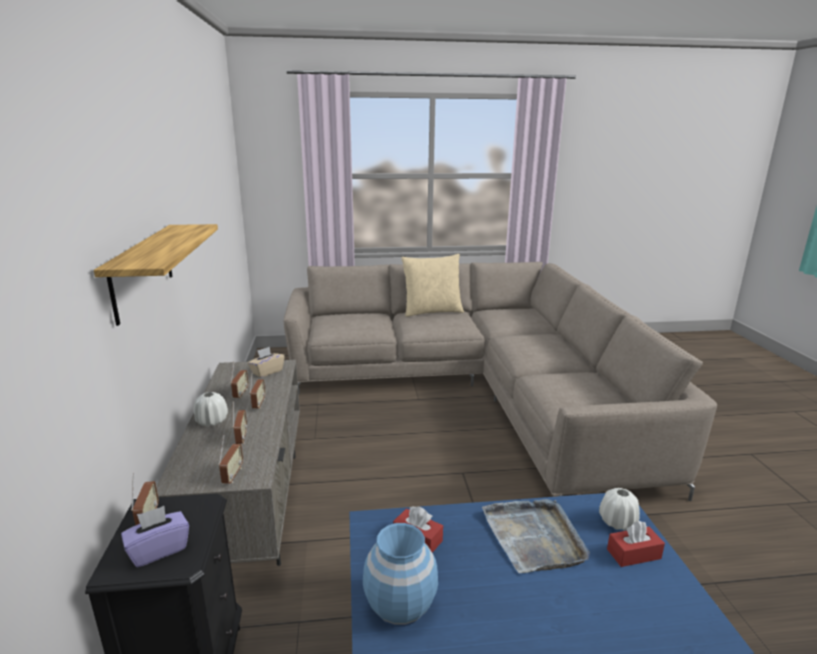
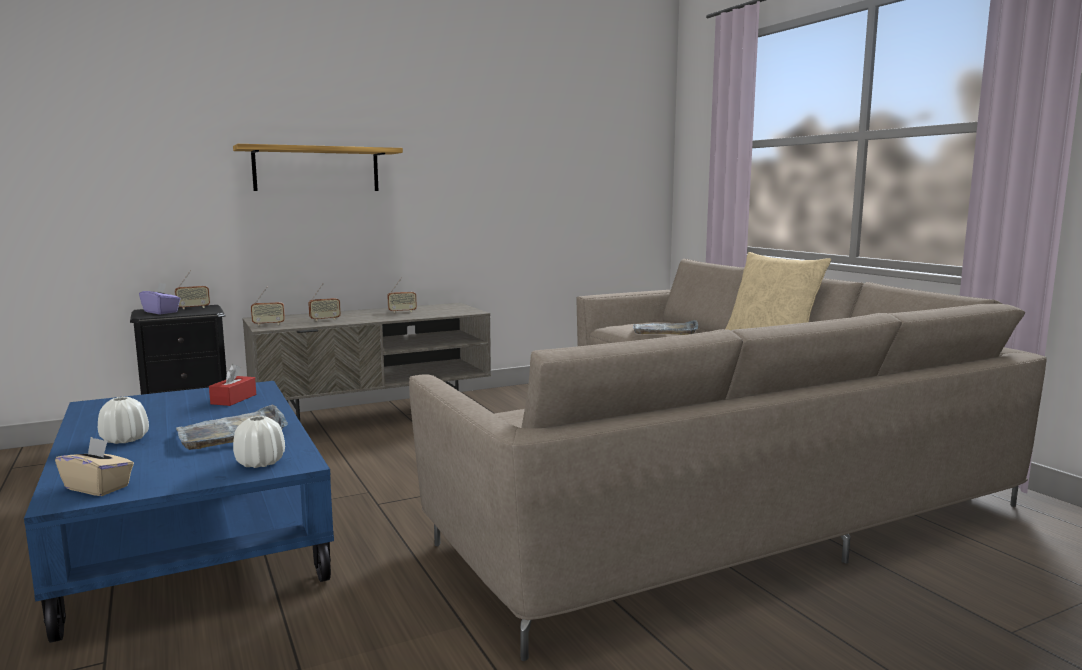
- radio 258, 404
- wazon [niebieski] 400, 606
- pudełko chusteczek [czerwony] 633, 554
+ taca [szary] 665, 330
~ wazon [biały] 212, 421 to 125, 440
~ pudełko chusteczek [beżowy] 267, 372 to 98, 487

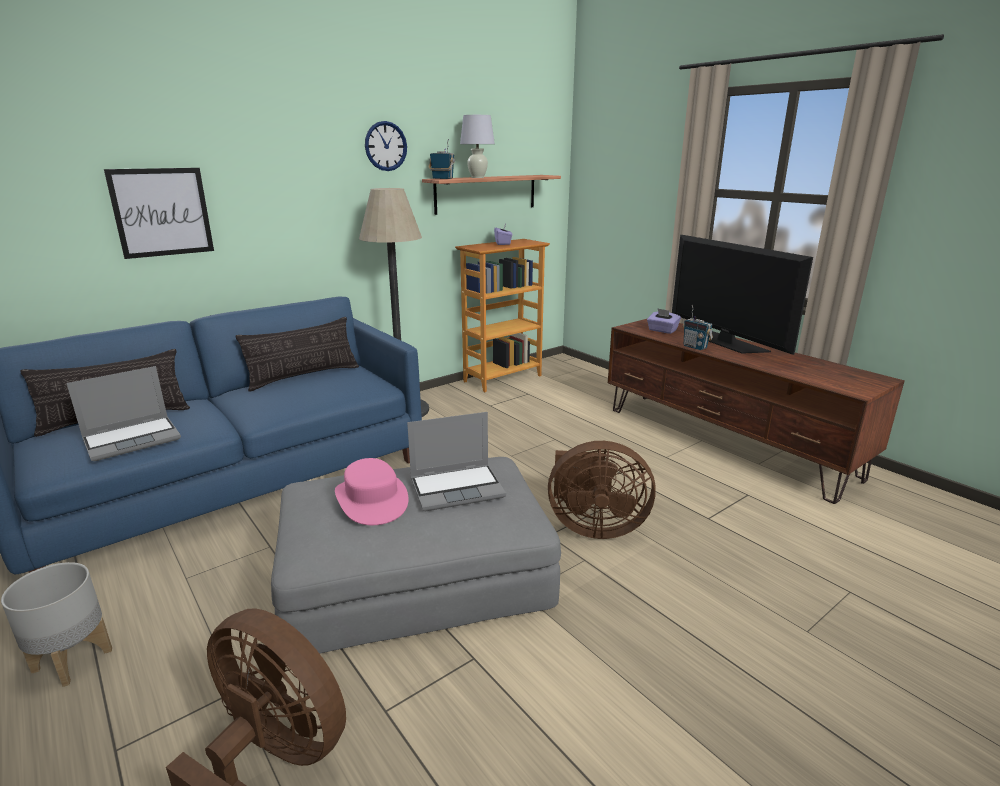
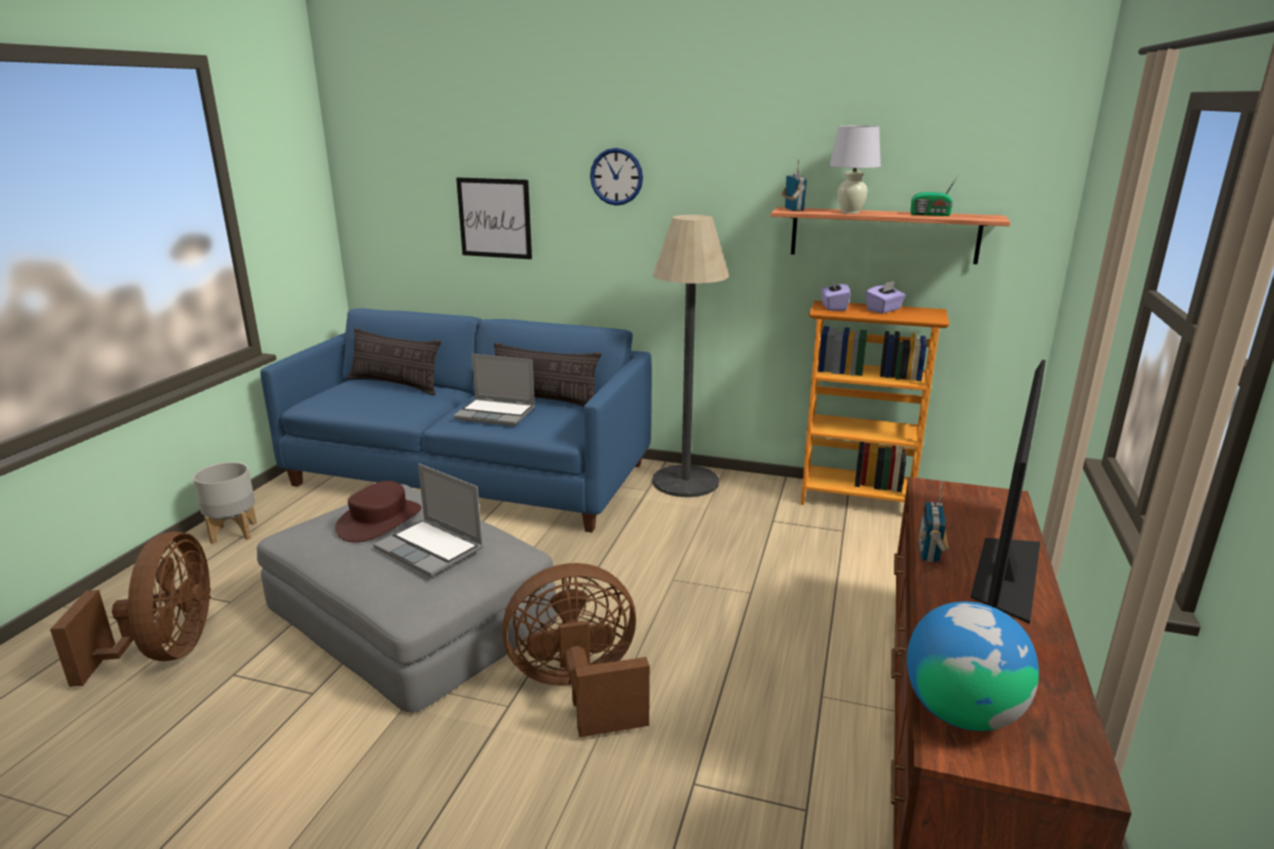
+ globus 961, 712
+ radio 931, 214
~ laptop 133, 439 to 496, 414
~ zegar ścienny 385, 146 to 616, 176
~ pudełko chusteczek [fioletowy] 662, 330 to 833, 307
~ kapelusz [różowy] 372, 499 to kapelusz [brązowy] 380, 520
~ wentylator [brązowy] 593, 526 = 579, 690 105 degrees clockwise

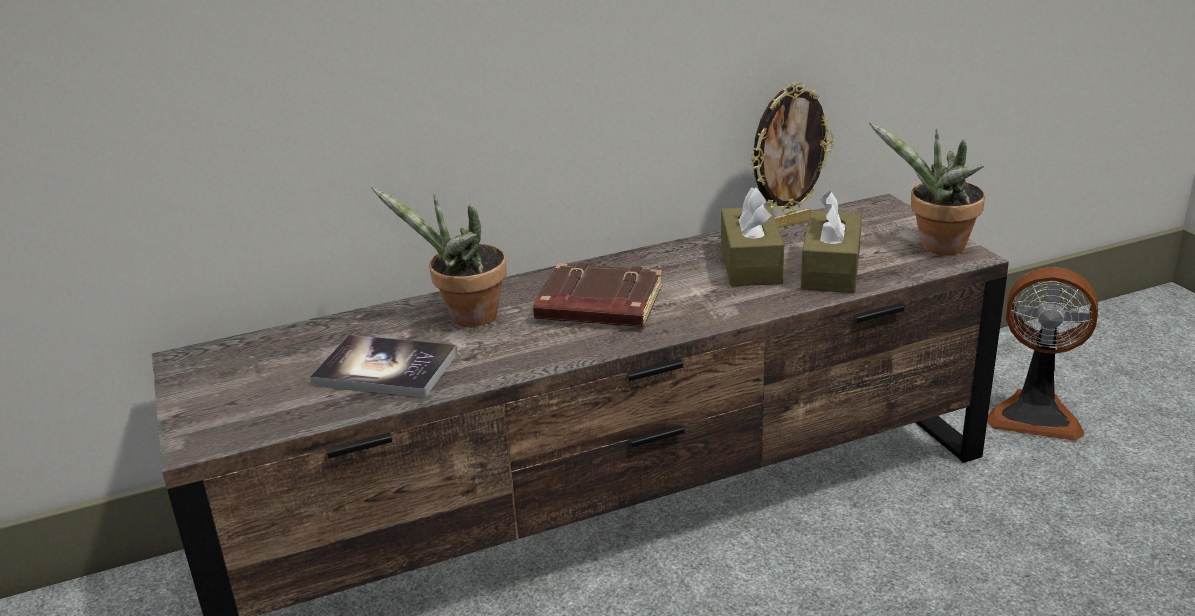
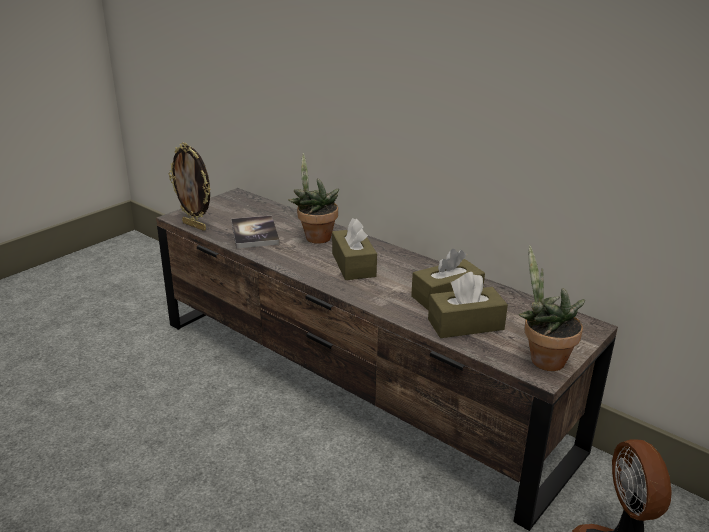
~ ramka na zdjęcie 788, 223 to 195, 226
~ książka [brązowy] 597, 306 to pudełko chusteczek [brązowy] 353, 265

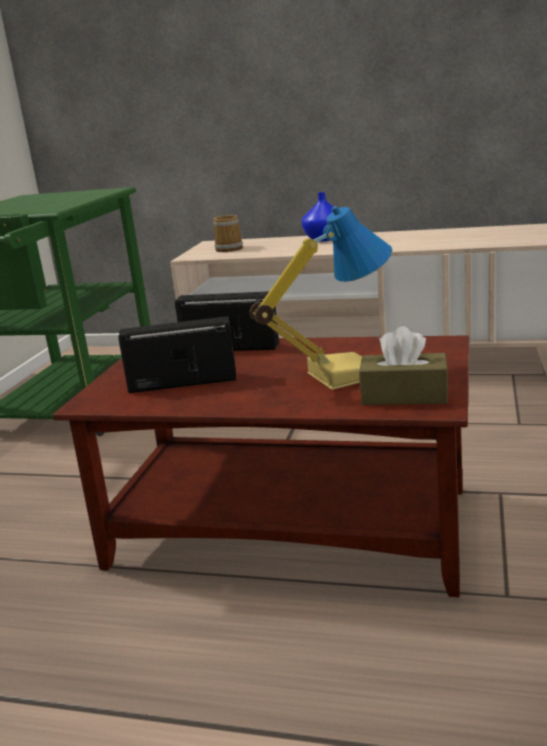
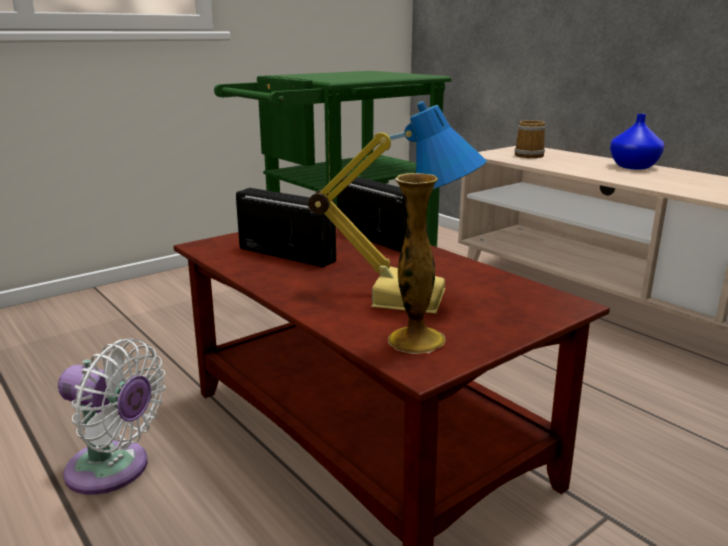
+ wentylator [biały] 114, 470
~ pudełko chusteczek [brązowy] 404, 395 to wazon 416, 340

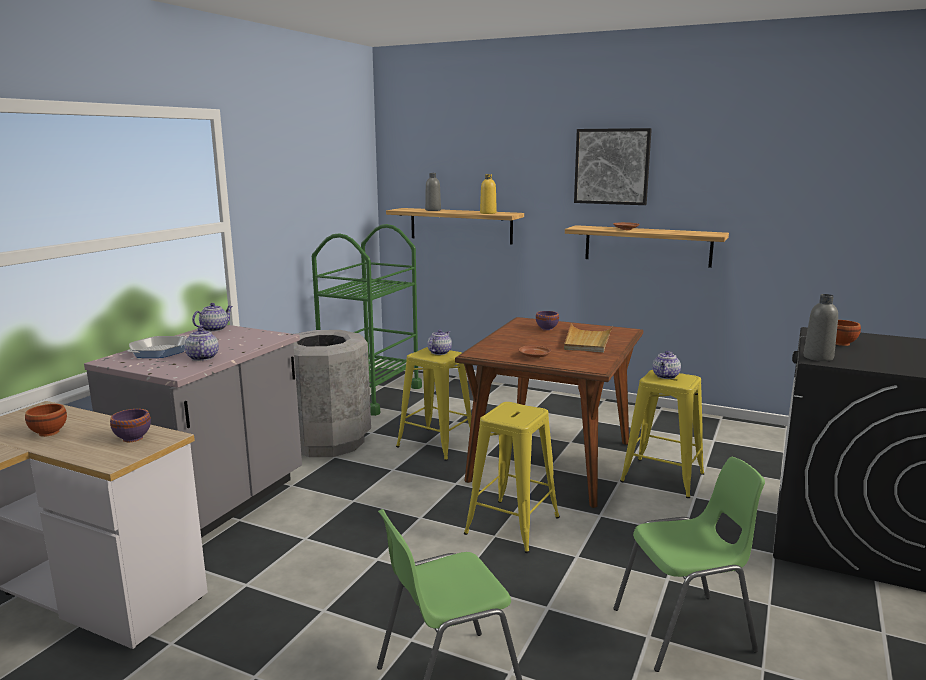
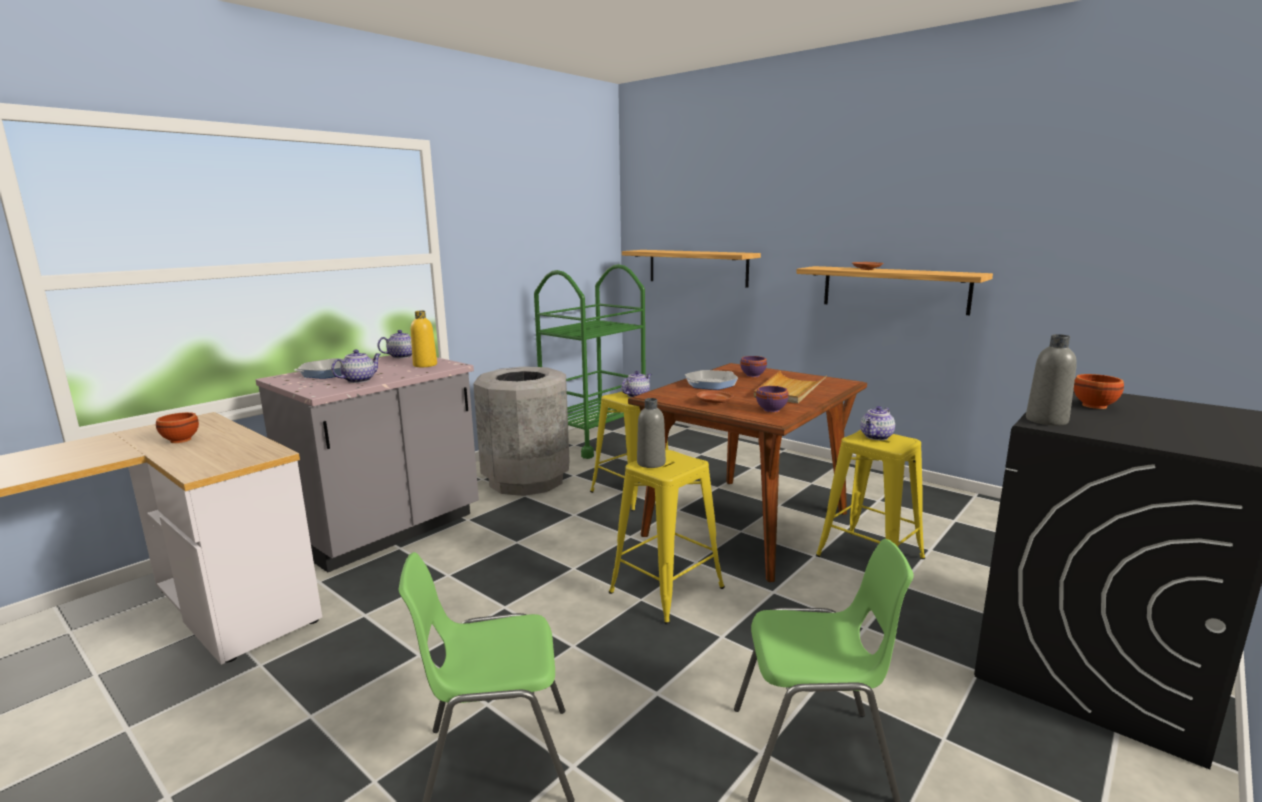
- obraz 612, 166
+ patelnia 710, 384
~ miska [fioletowy] 132, 438 to 771, 410
~ butelka [szary] 433, 210 to 651, 463
~ butelka [żółty] 488, 213 to 425, 365
~ imbryk 202, 357 = 359, 380 45 degrees clockwise

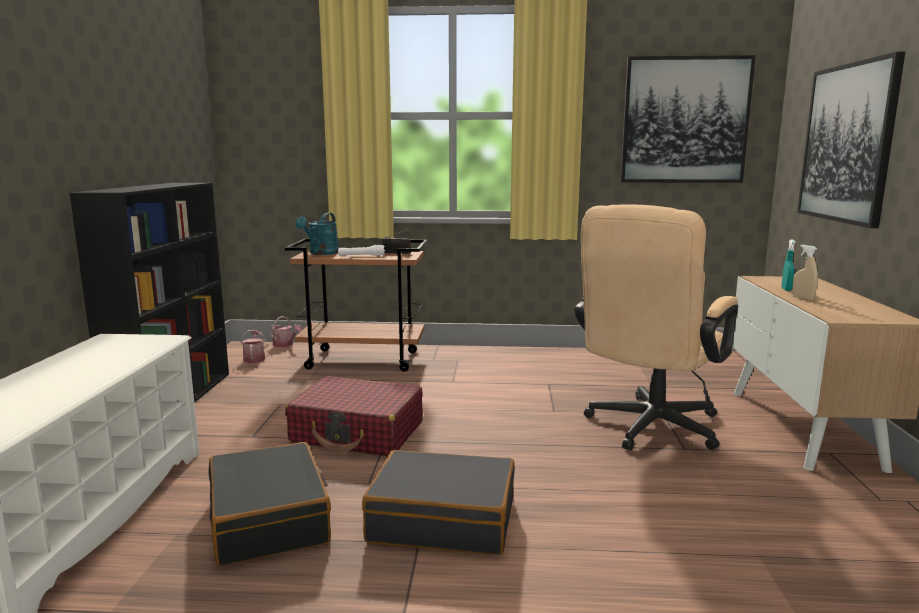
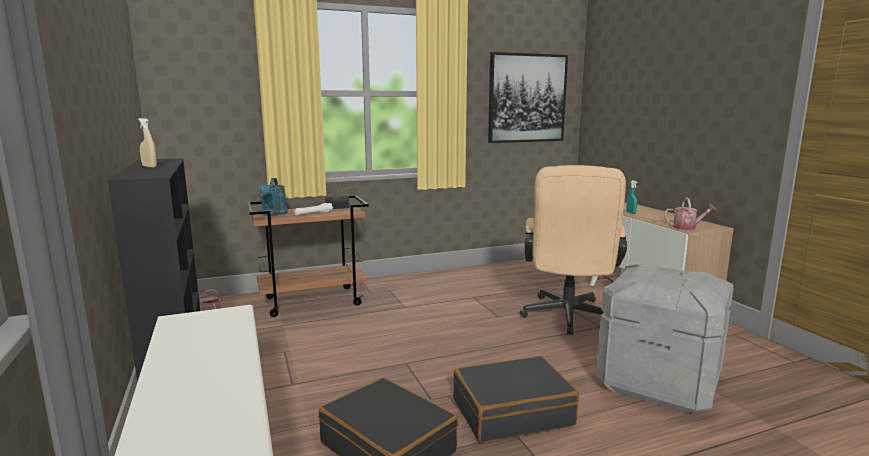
- walizka [czerwony] 358, 432
- obraz 847, 143
+ pojemnik do przechowywania [szary] 659, 382
~ konewka 285, 344 to 687, 227
~ spryskiwacz [beżowy] 802, 298 to 149, 167

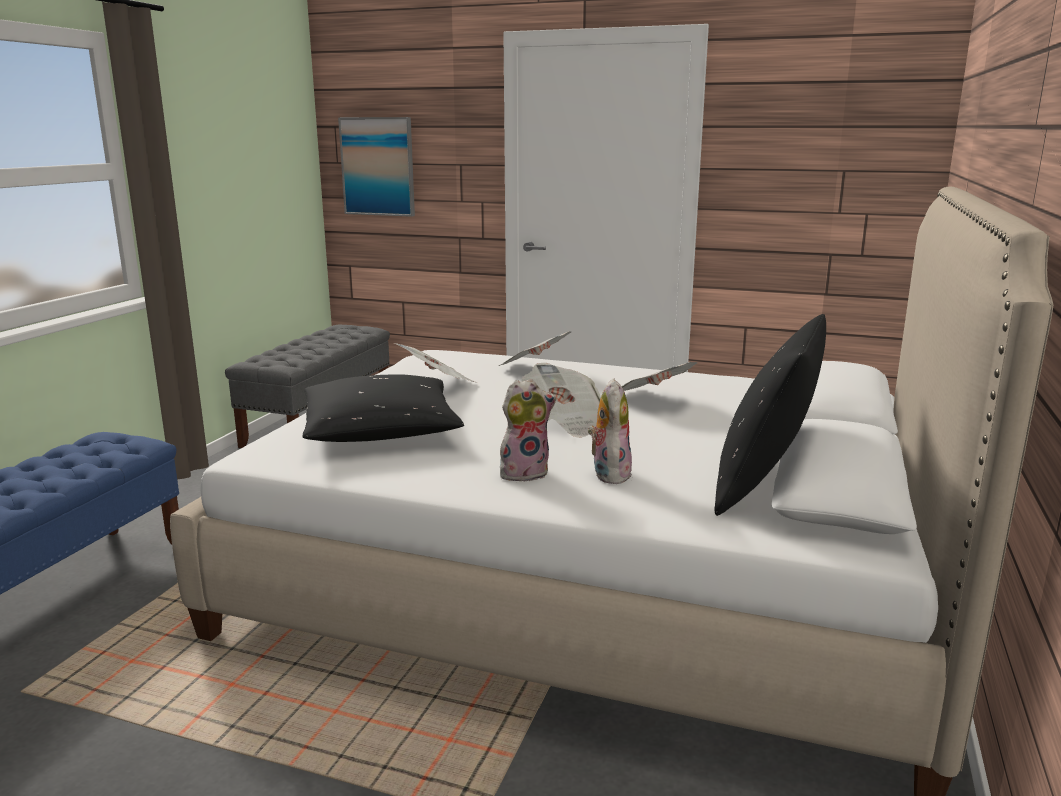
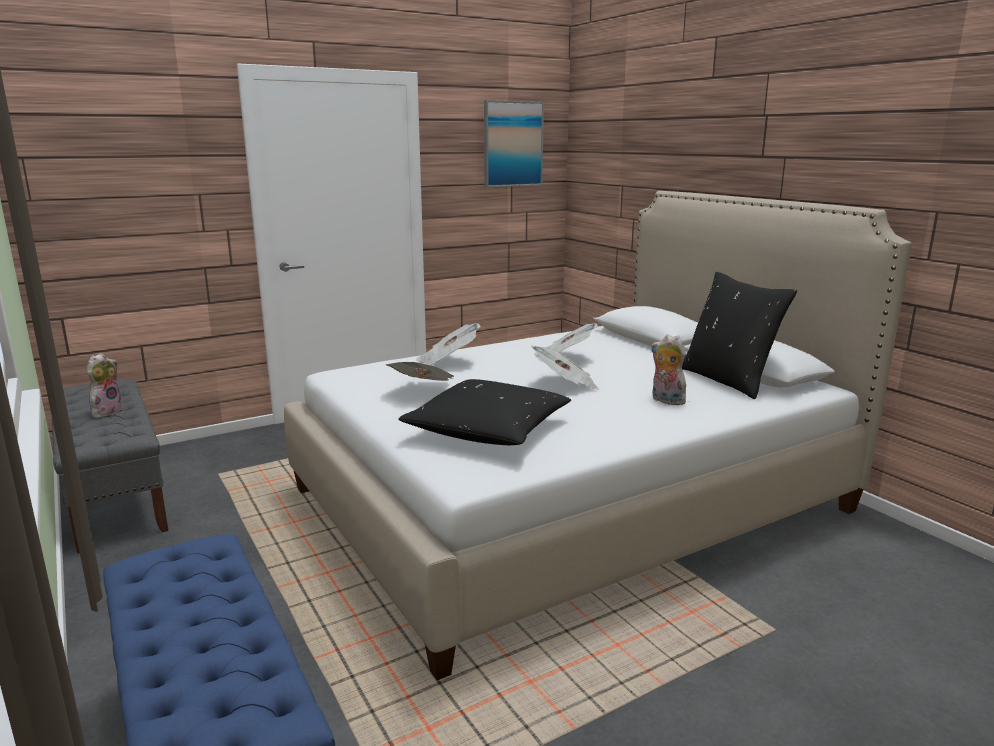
~ obraz 378, 166 to 512, 144
~ pluszak 525, 472 to 107, 412

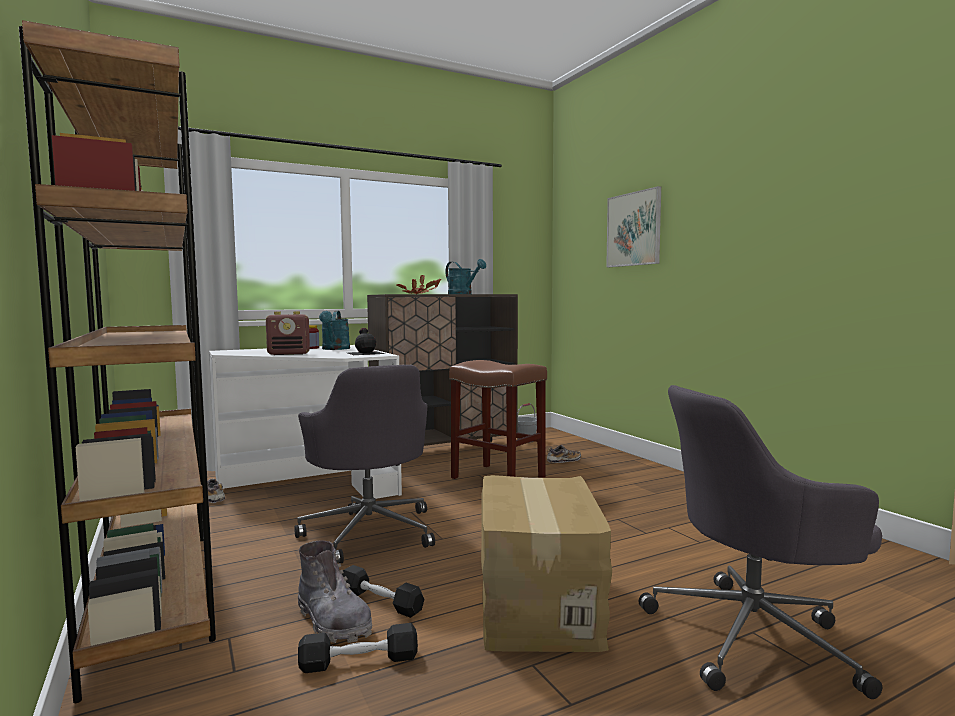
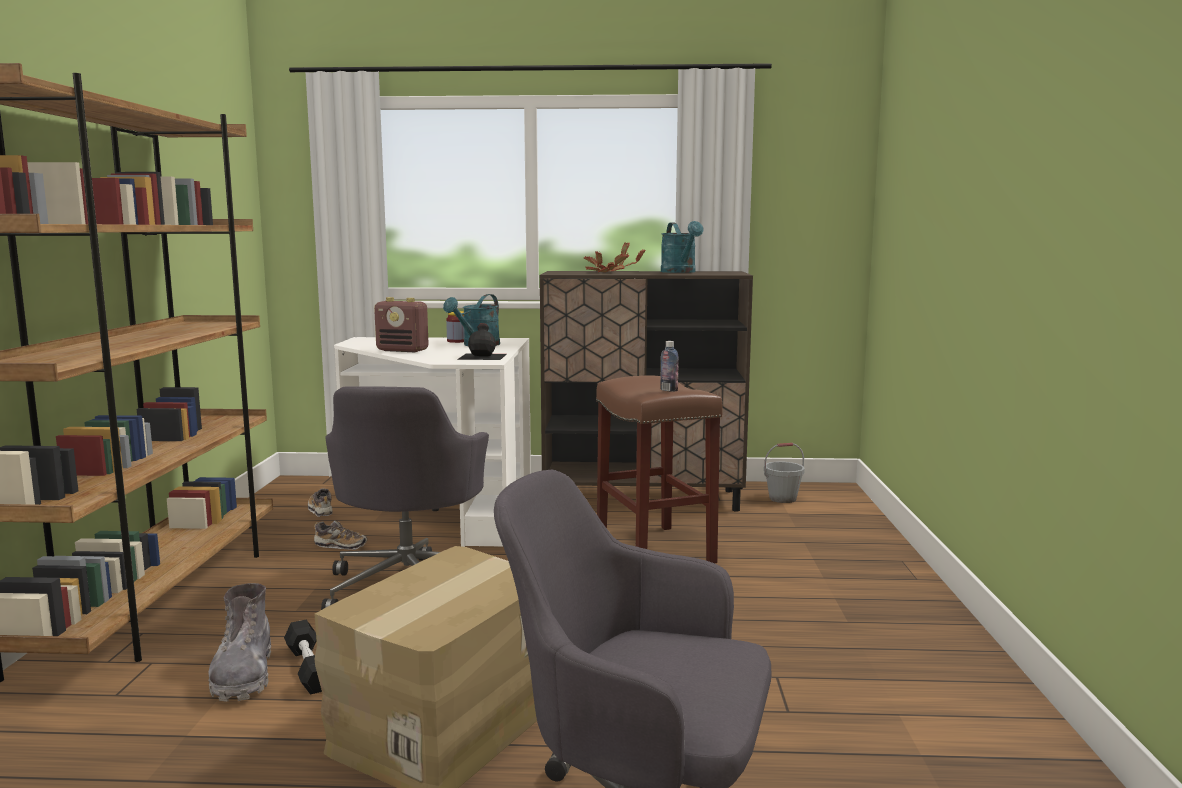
- hantel [czarny] 359, 661
- obraz 633, 229
+ butelka 669, 390
~ but 563, 461 to 340, 546

